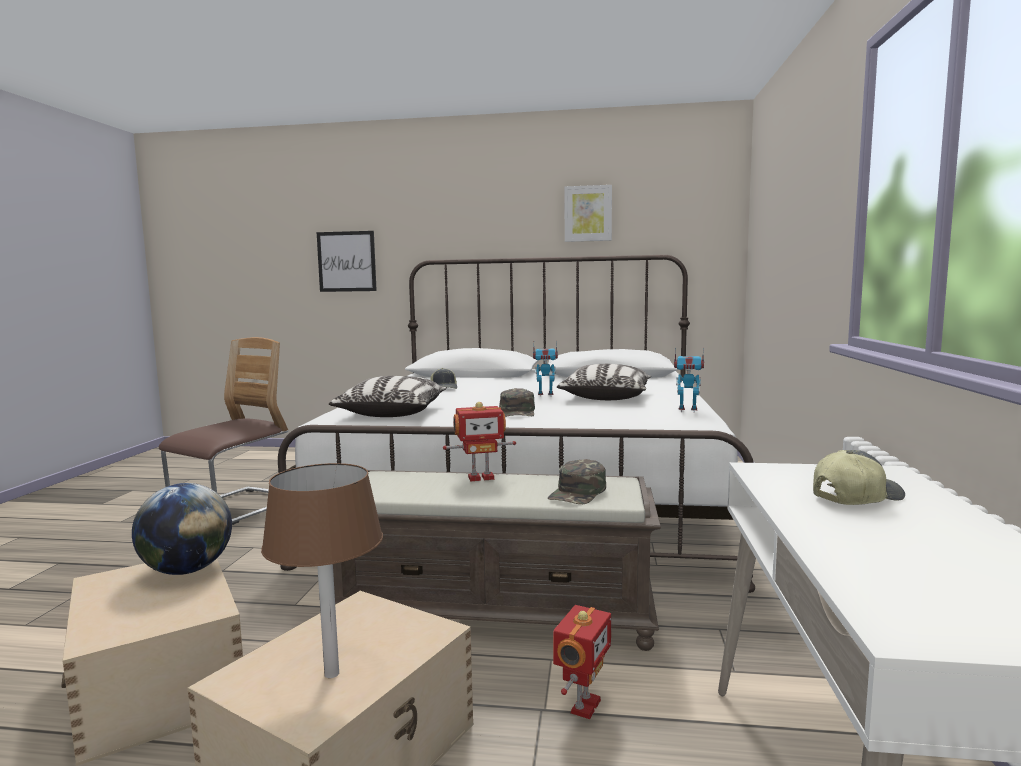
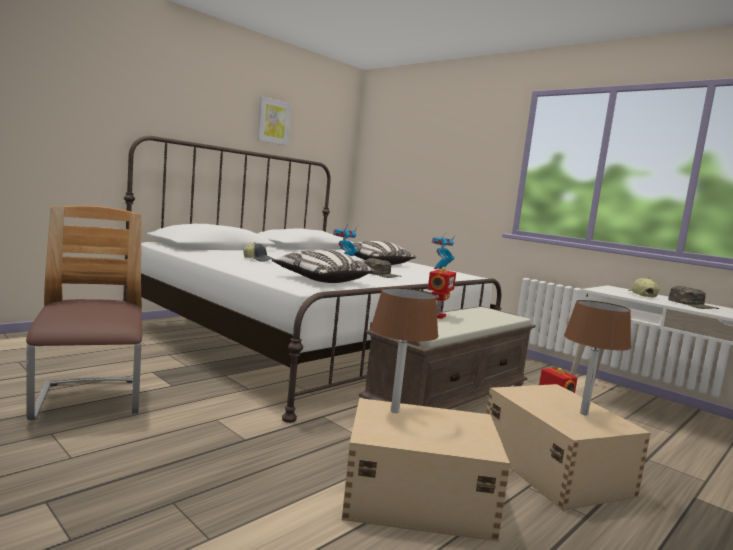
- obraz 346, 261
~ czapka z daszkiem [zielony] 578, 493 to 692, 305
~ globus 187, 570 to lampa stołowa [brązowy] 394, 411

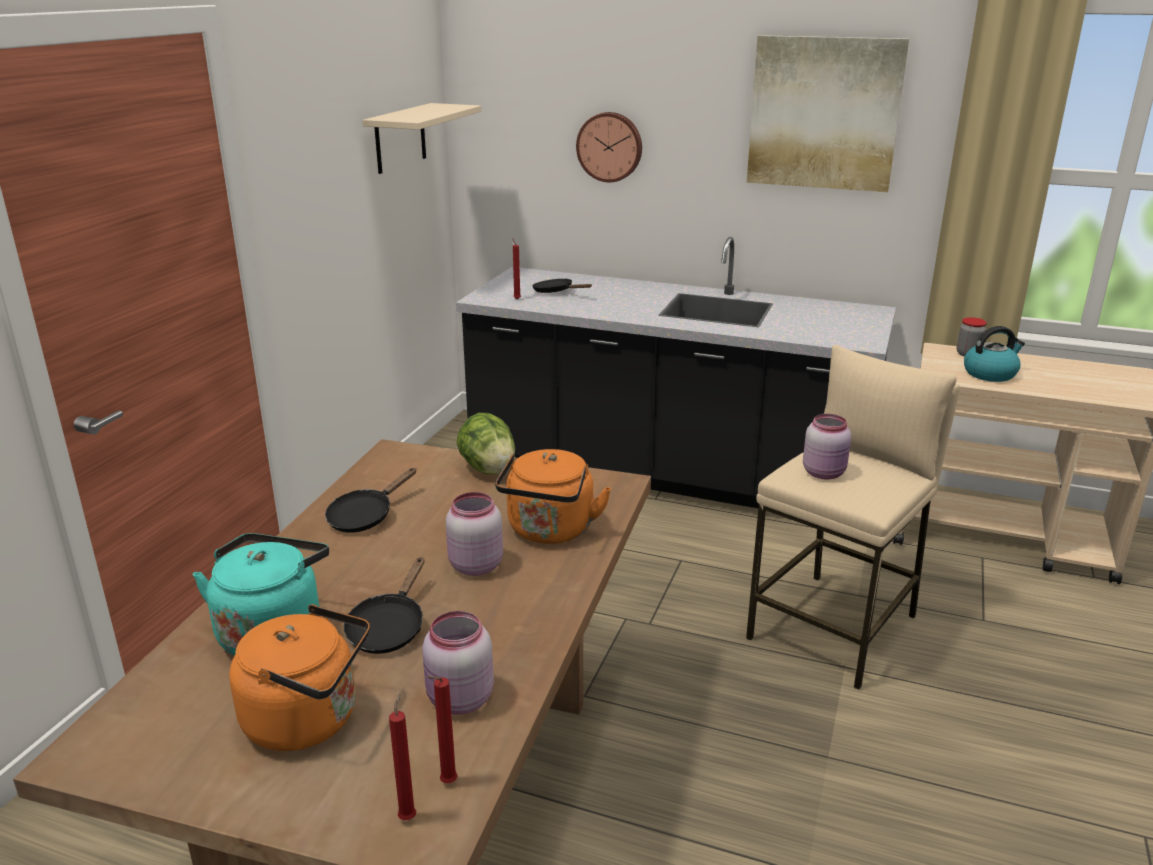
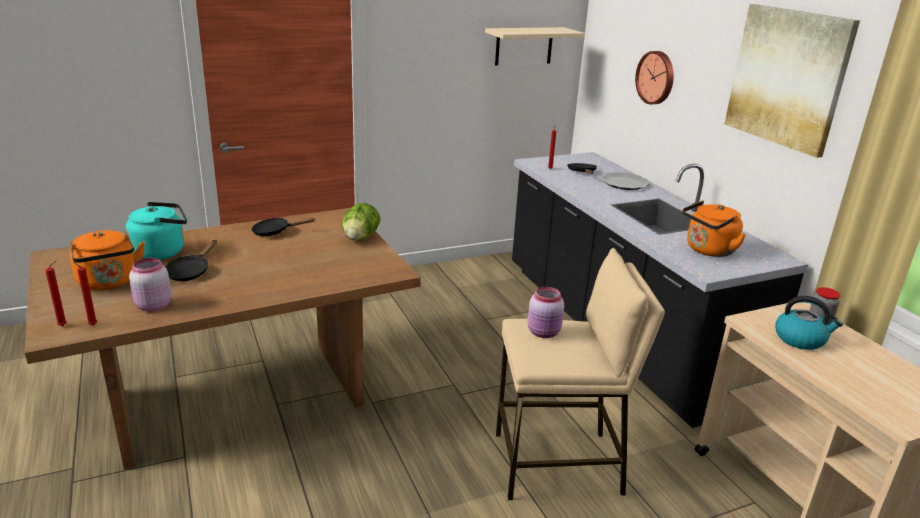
- słoik [różowy] 474, 566
+ talerz 624, 183
~ czajnik [pomarańczowy] 549, 531 to 708, 250
~ patelnia [czarny] 389, 628 = 190, 272 45 degrees counterclockwise

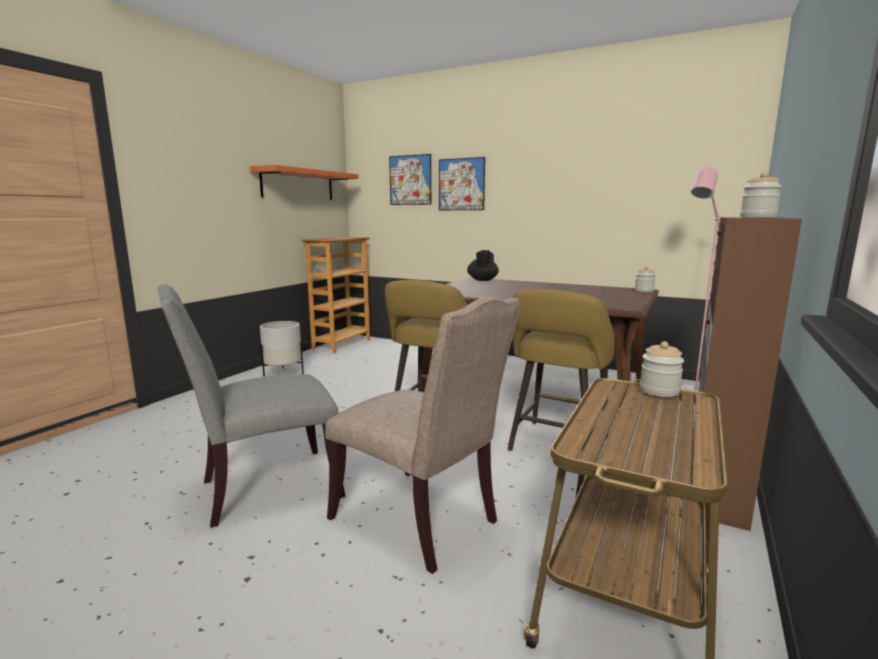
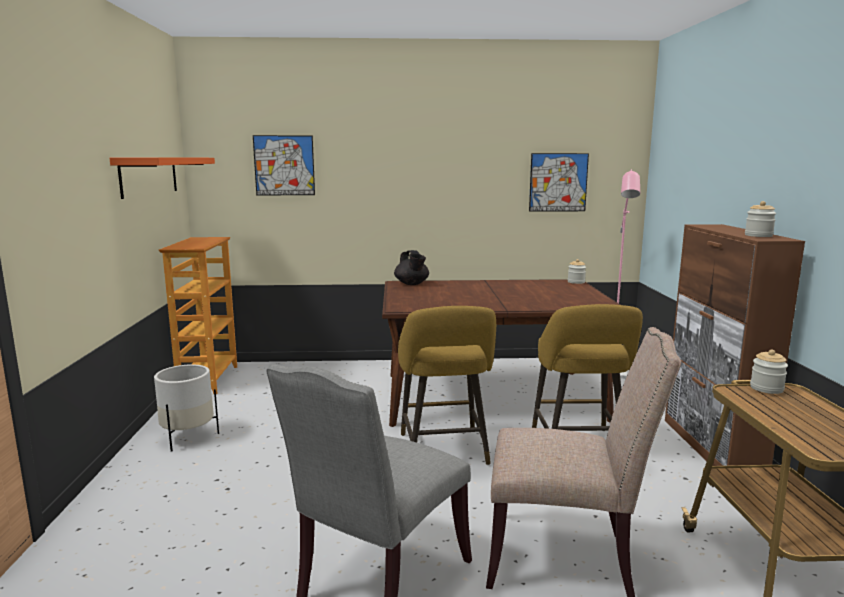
~ obraz 461, 184 to 558, 182

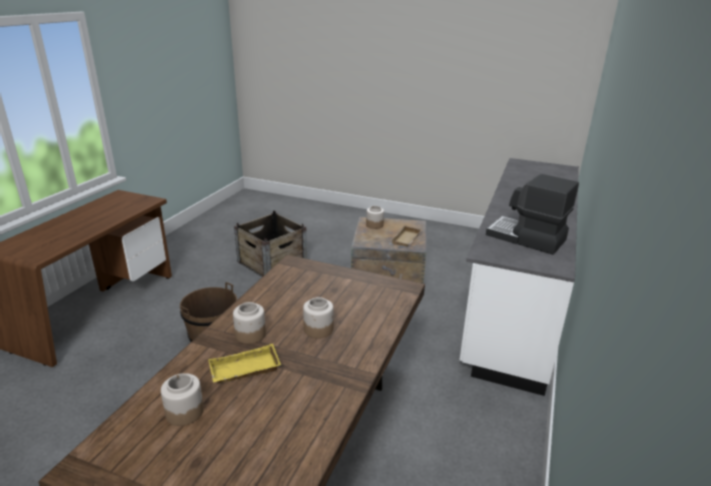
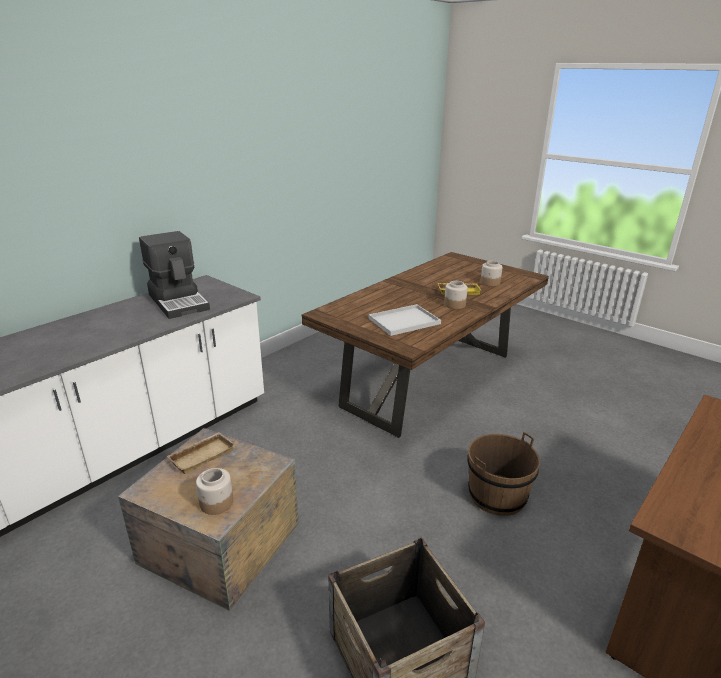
- słoik 319, 329
+ taca [biały] 403, 321

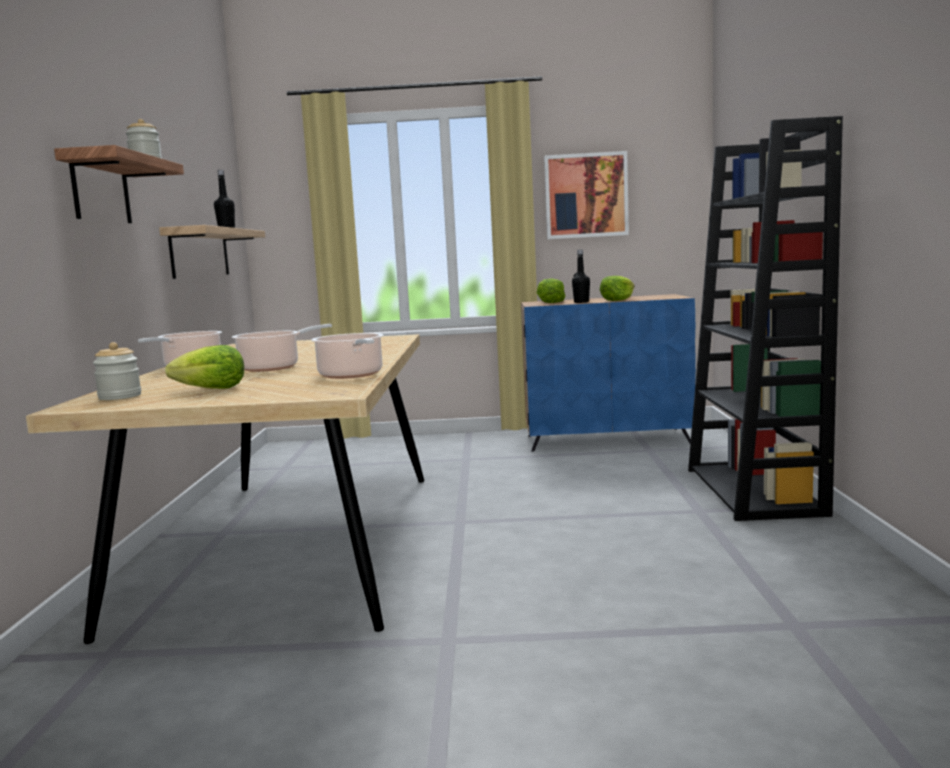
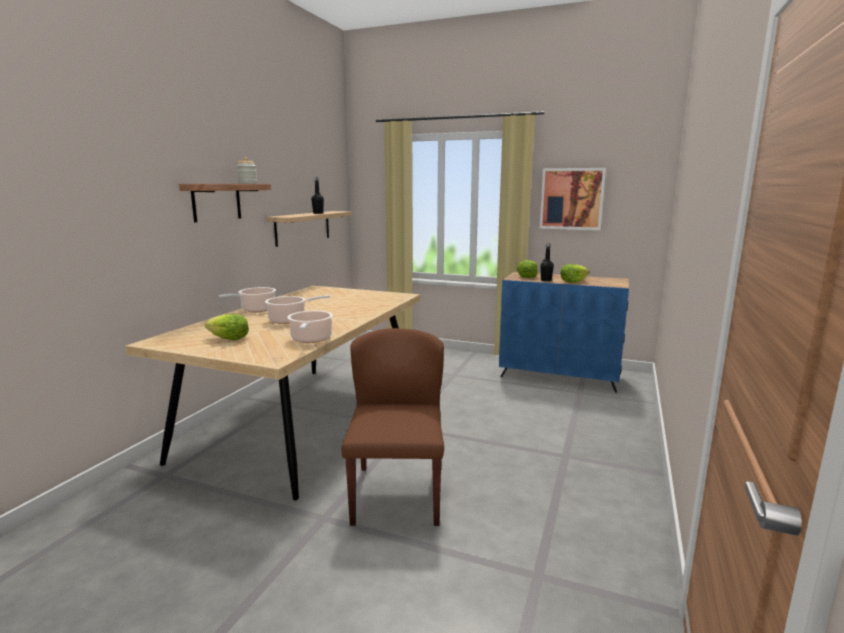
- słoik 120, 396
- regał [czarny] 755, 491
+ krzesło [brązowy] 397, 493

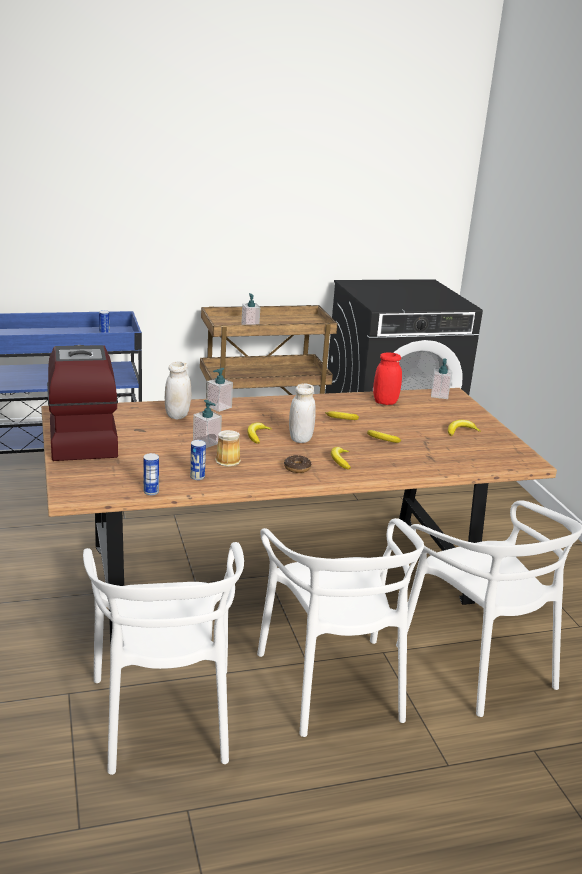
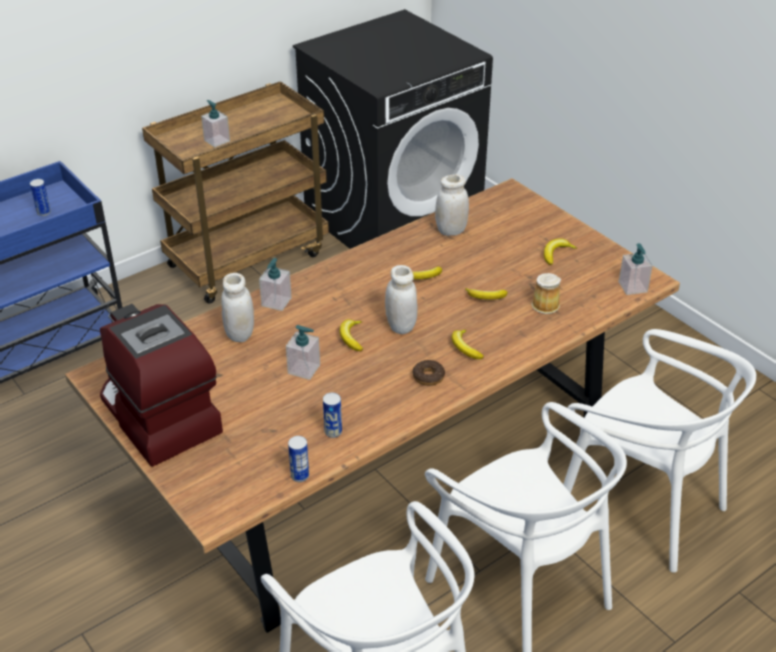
~ kubek 229, 460 to 545, 304
~ dozownik mydła 439, 395 to 632, 287
~ słoik [czerwony] 385, 402 to słoik [biały] 451, 231

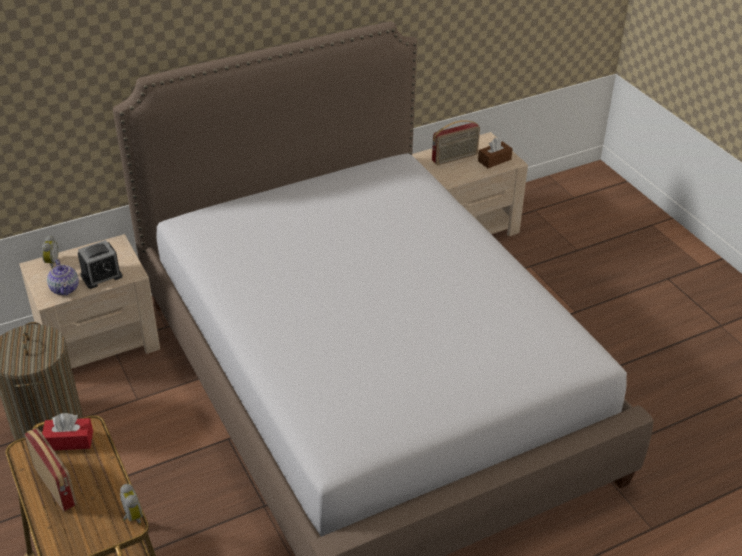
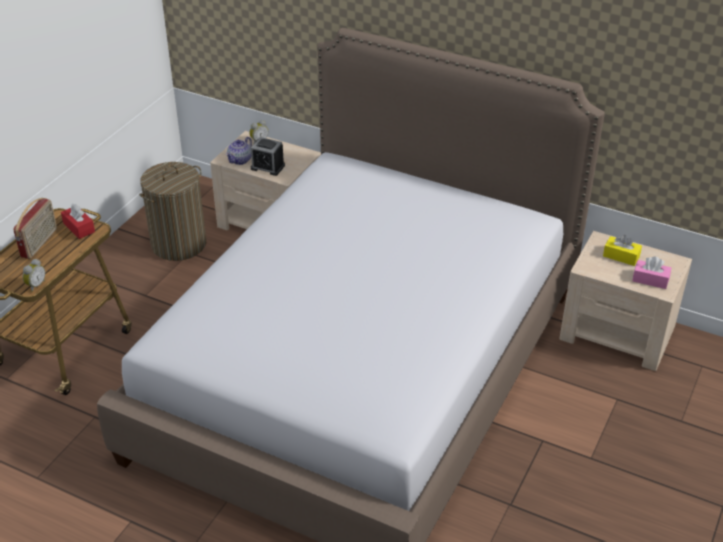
~ radio 455, 158 to pudełko chusteczek [żółty] 621, 256
~ pudełko chusteczek [brązowy] 494, 160 to pudełko chusteczek [różowy] 650, 280

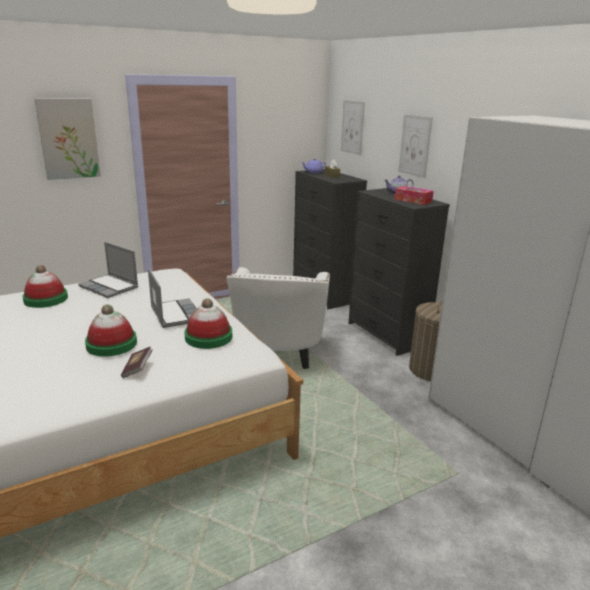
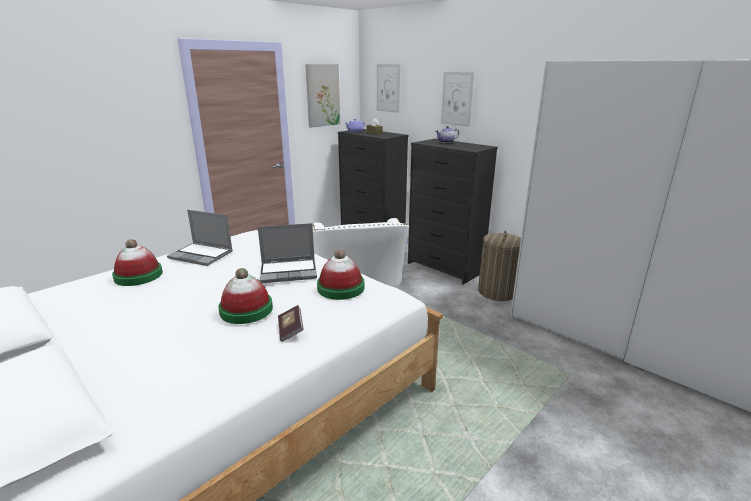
- pudełko chusteczek 413, 200
~ obraz 68, 139 to 322, 95
~ laptop 175, 314 = 289, 271 120 degrees clockwise

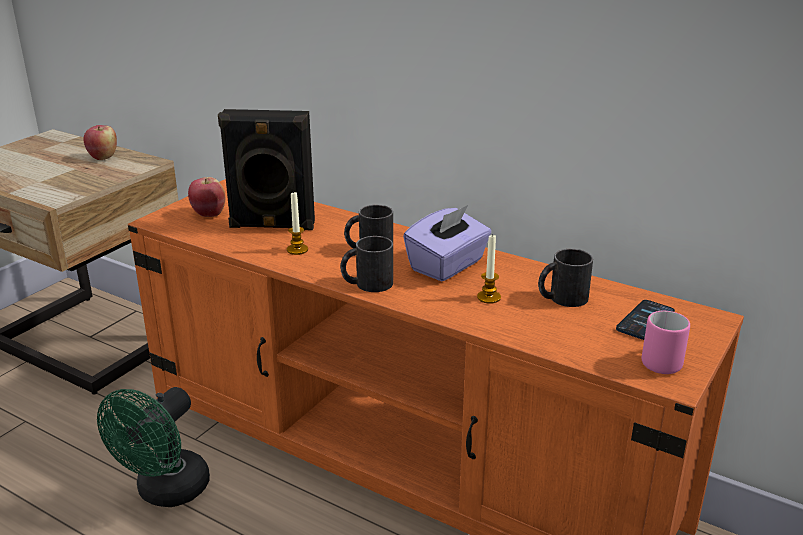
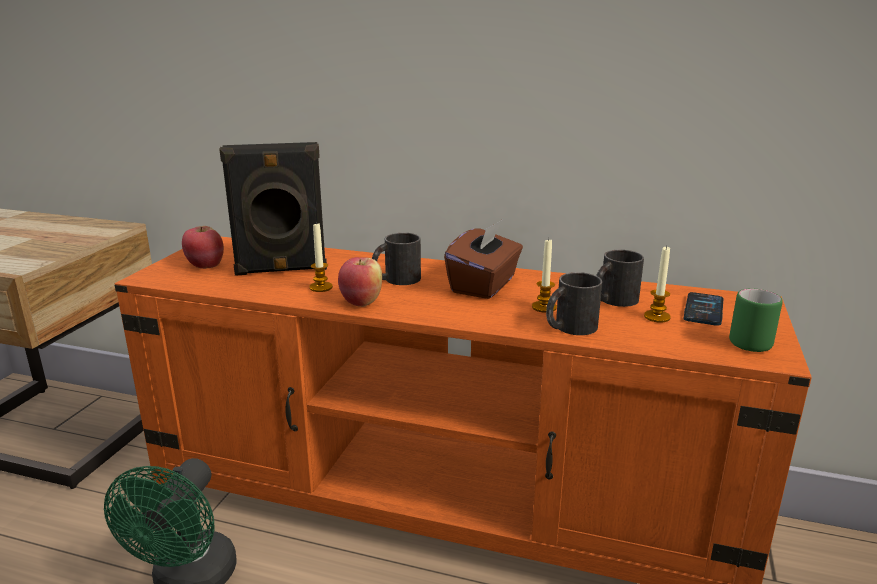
+ świeca 657, 317
~ jabłko 103, 157 to 361, 302
~ kubek [czarny] 367, 284 to 569, 328
~ pudełko chusteczek [fioletowy] 447, 265 to pudełko chusteczek [brązowy] 484, 285
~ kubek [różowy] 663, 361 to kubek [zielony] 749, 341

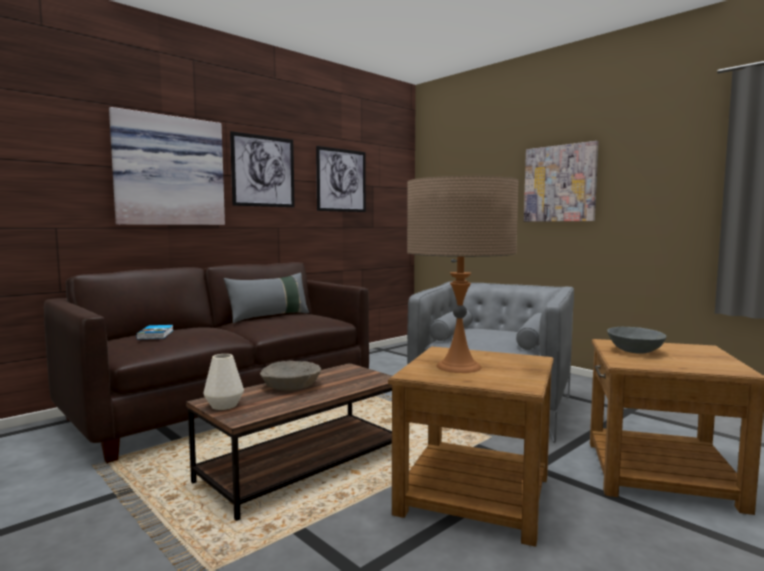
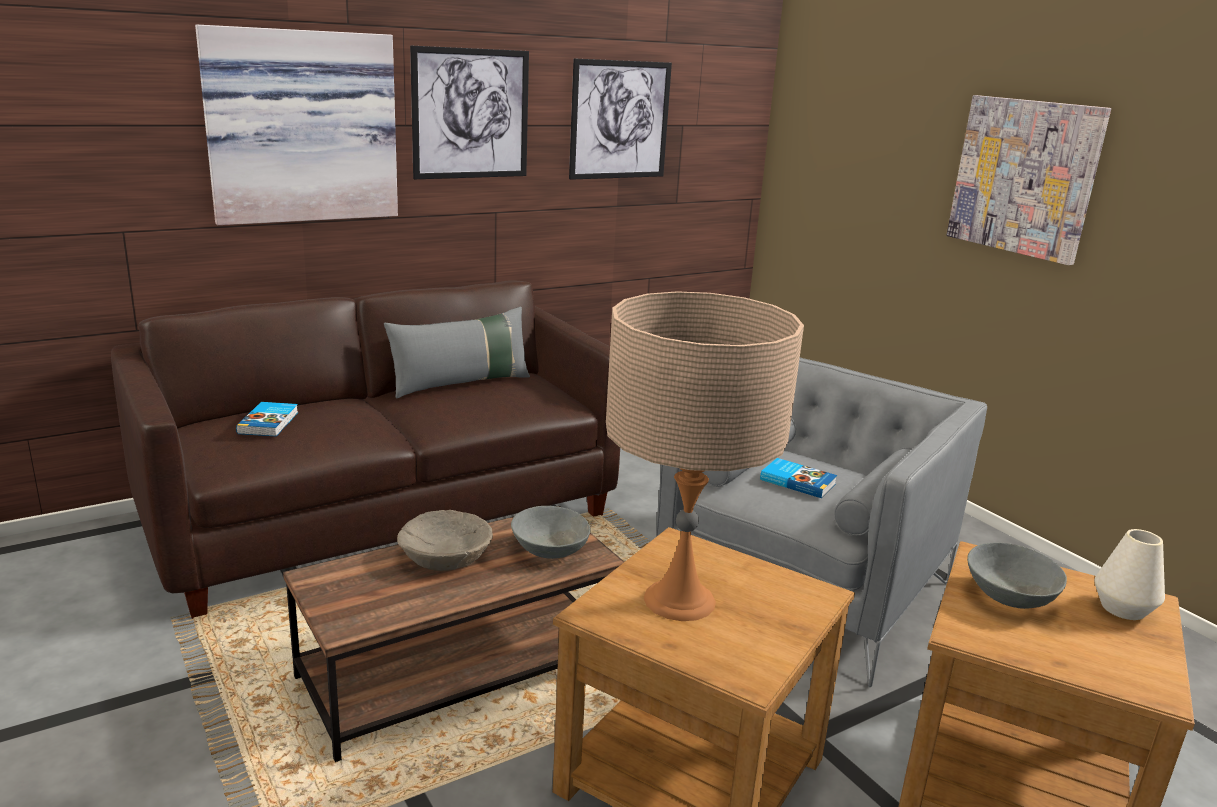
+ miska [szary] 548, 550
+ książka 797, 481
~ wazon [biały] 224, 405 to 1123, 609

